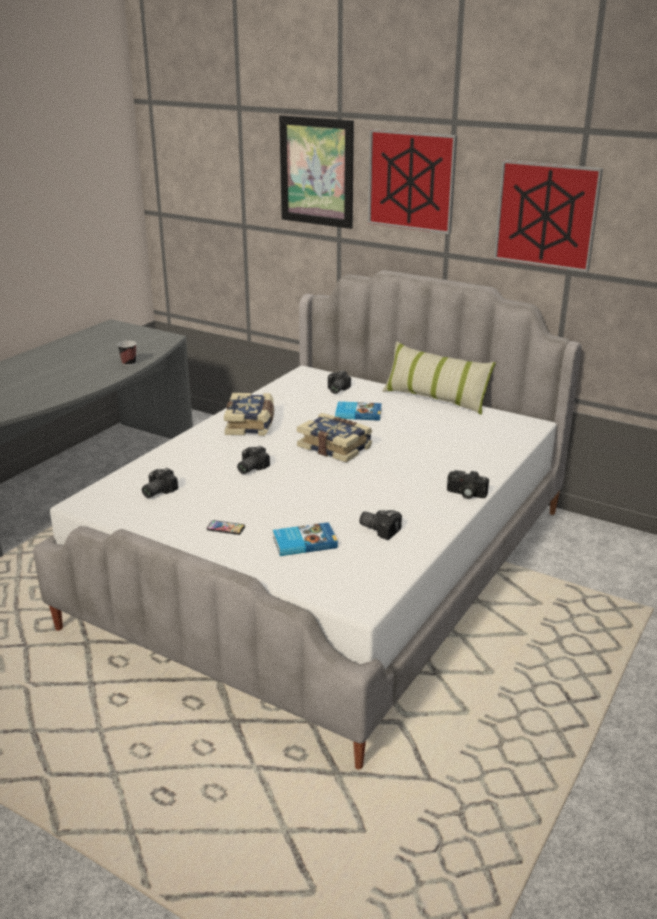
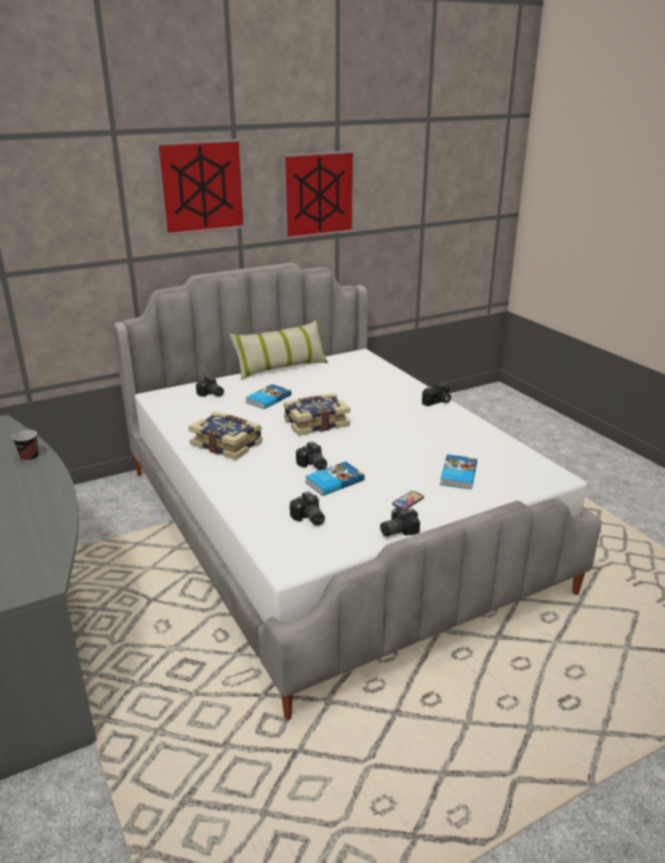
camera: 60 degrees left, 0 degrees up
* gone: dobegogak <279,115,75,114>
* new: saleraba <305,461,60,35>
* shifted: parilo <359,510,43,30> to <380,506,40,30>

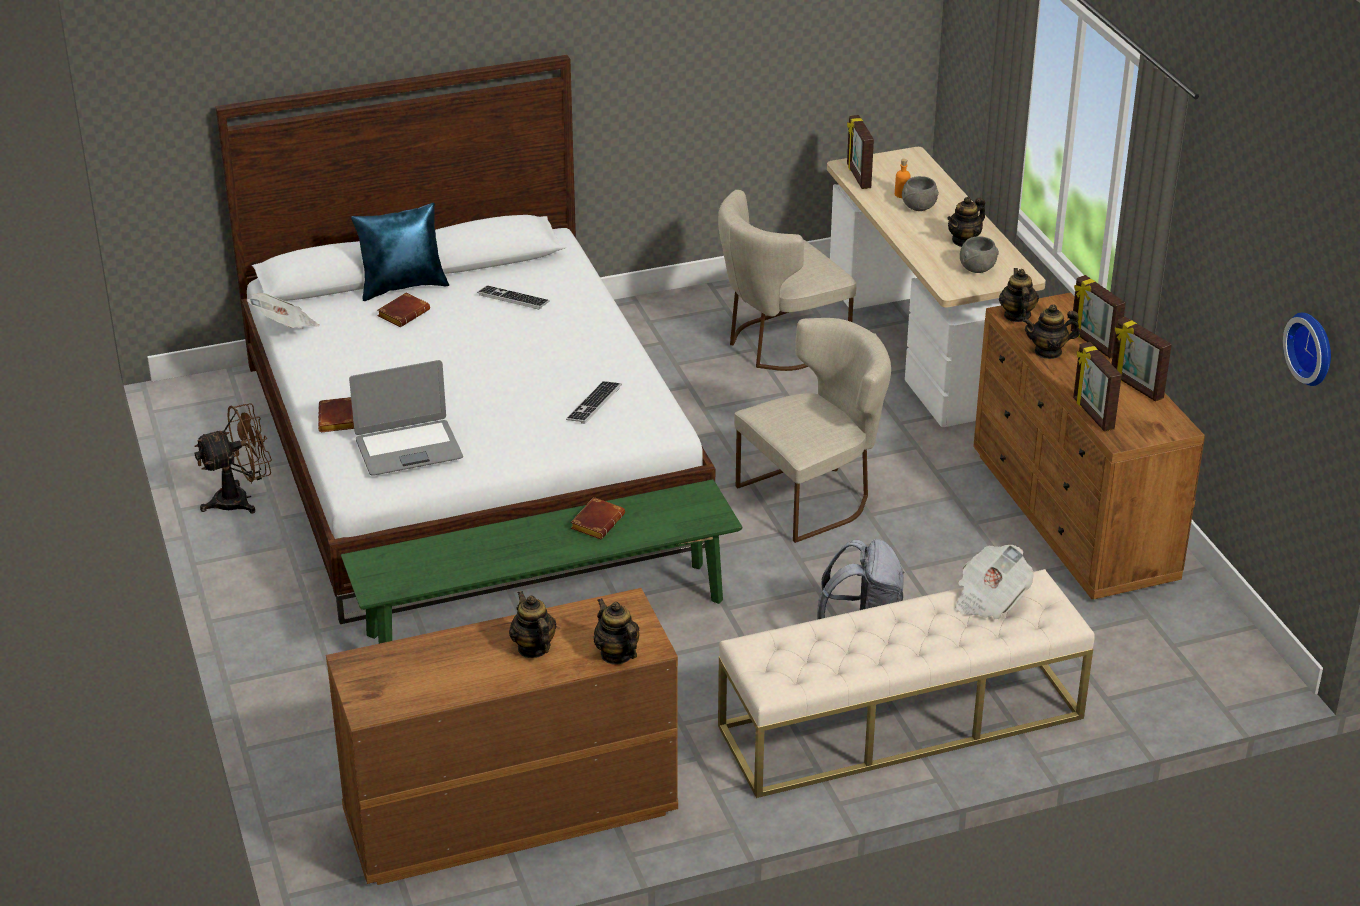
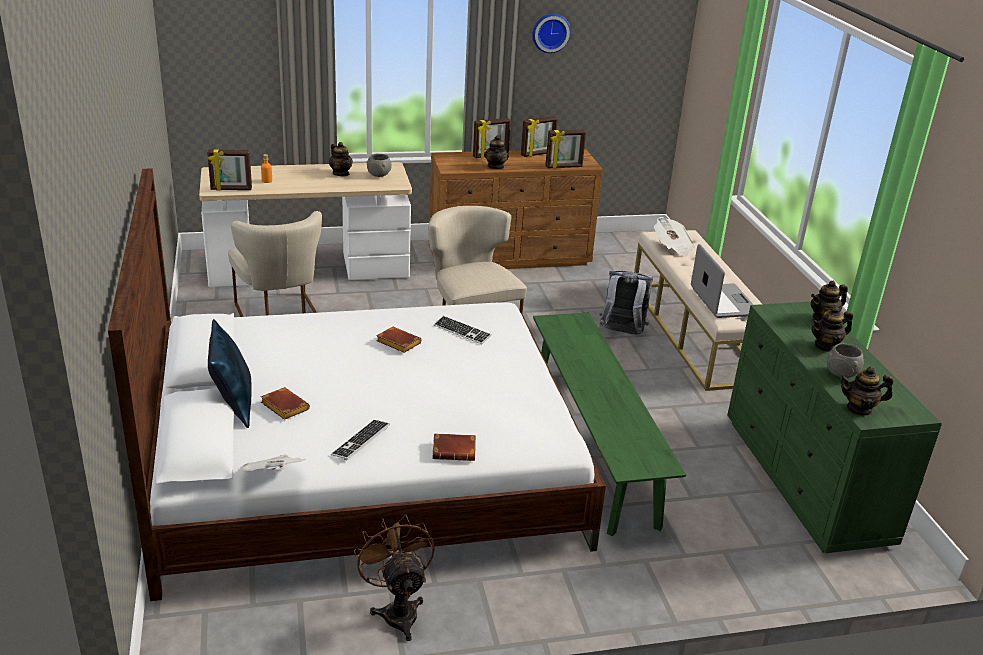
camera: 85 degrees left, 5 degrees down
* shifted: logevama <349,360,114,116> to <691,244,63,74>
* shifted: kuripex <477,285,73,25> to <331,420,59,41>
* shifted: saleraba (brown) <570,497,55,42> to <376,327,45,26>
* shifted: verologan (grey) <902,176,37,35> to <827,343,37,35>
* shifted: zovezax <999,268,40,54> to <840,367,54,49>
* shifted: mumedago <1283,313,48,73> to <532,14,39,39>
* repainted: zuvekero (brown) <326,588,352,297> to zuvekero (green) <727,301,215,252>

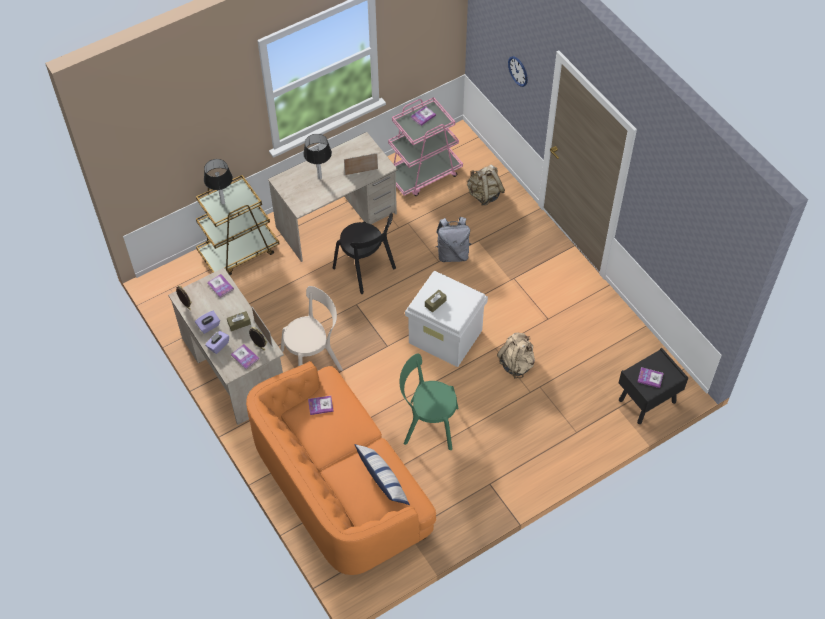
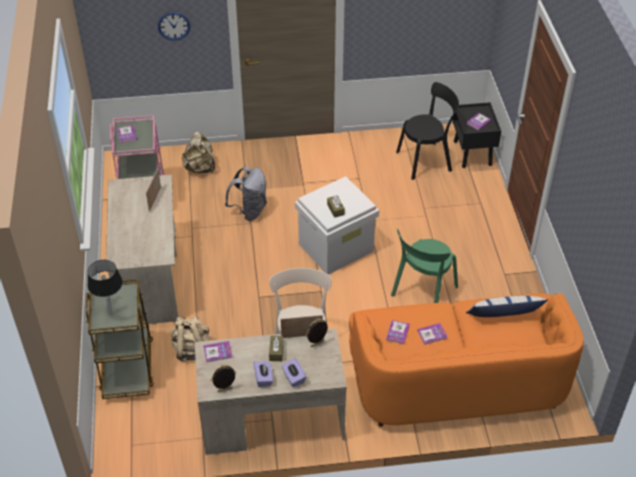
camera: 65 degrees left, 10 degrees down
* gone: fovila <303,134,29,45>
* shifted: saleraba <231,344,28,25> to <417,323,31,22>
* shifted: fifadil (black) <333,213,63,81> to <396,82,63,98>
* shifted: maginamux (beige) <497,333,38,46> to <171,317,38,44>

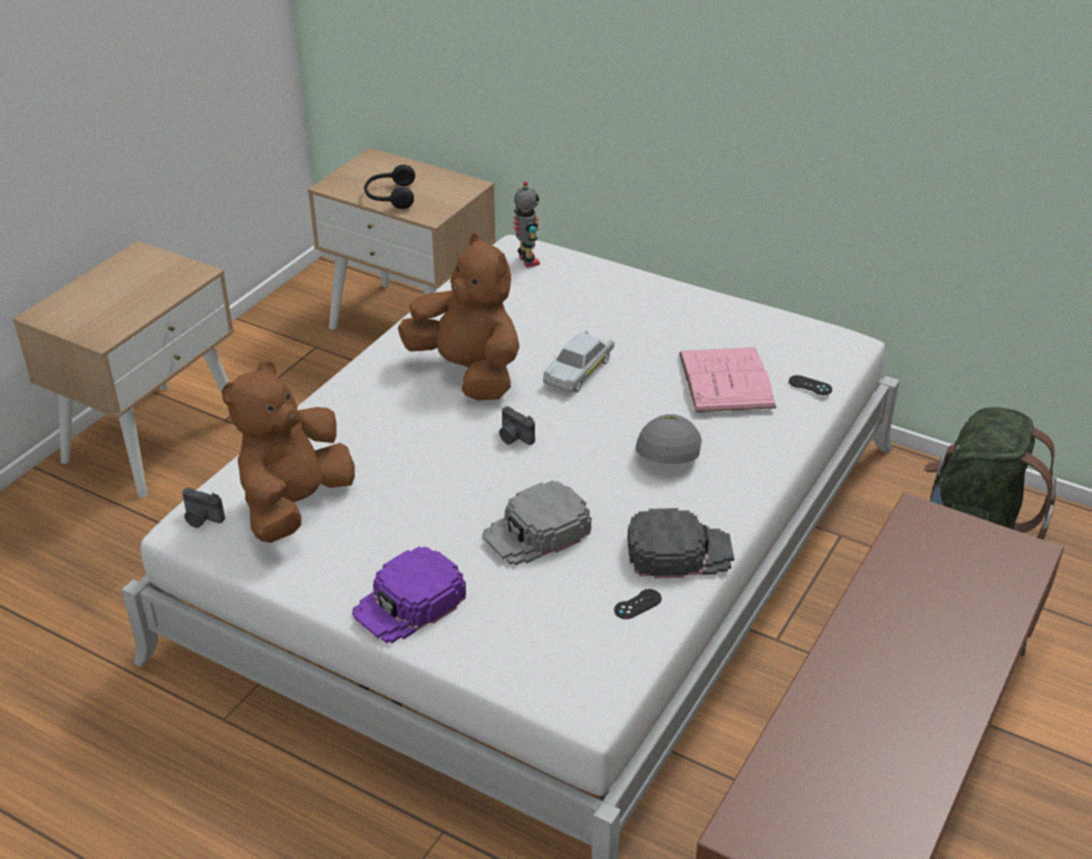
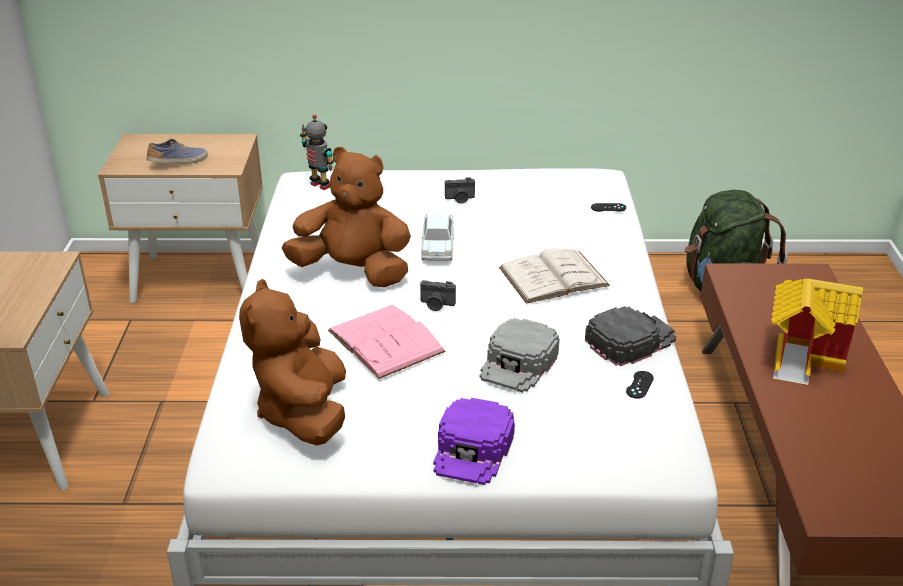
camera: 30 degrees left, 5 degrees down
* new: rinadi <771,278,92,107>
* shifted: parilo <182,488,43,40> to <445,178,30,26>
* shifted: saleraba (pink) <679,347,97,65> to <328,305,117,74>
* swapped: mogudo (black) <364,165,51,44> to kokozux <147,139,61,25>
* swapped: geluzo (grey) <636,414,66,50> to saleraba (white) <499,249,111,55>

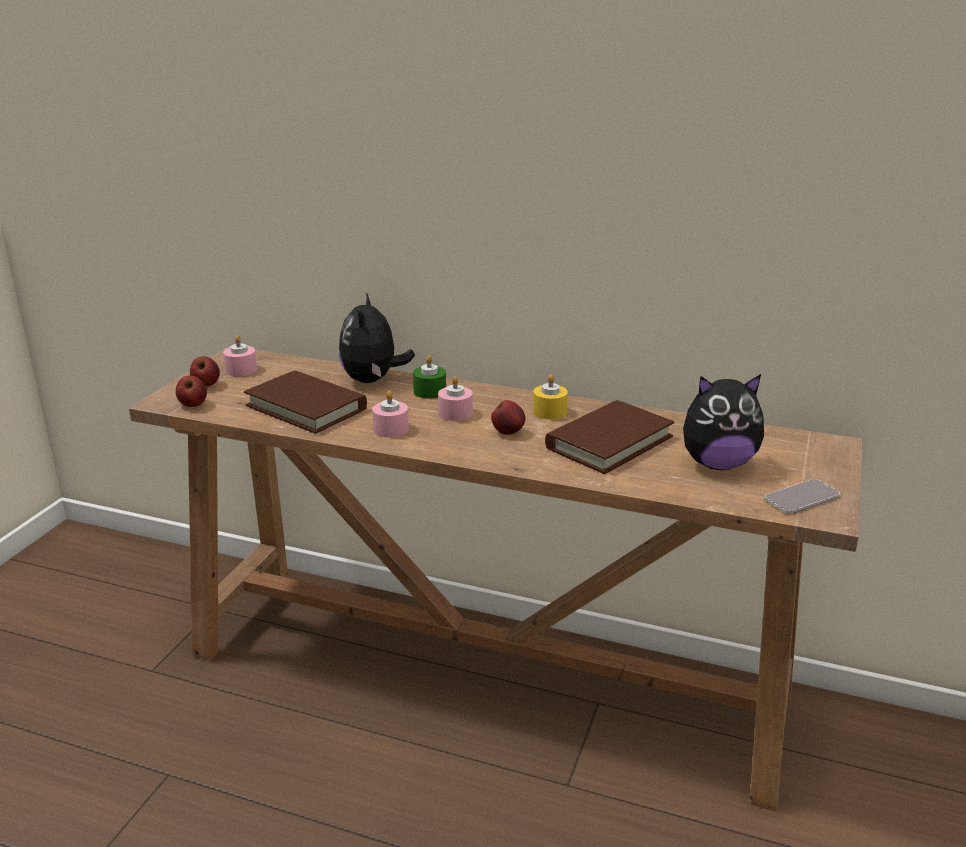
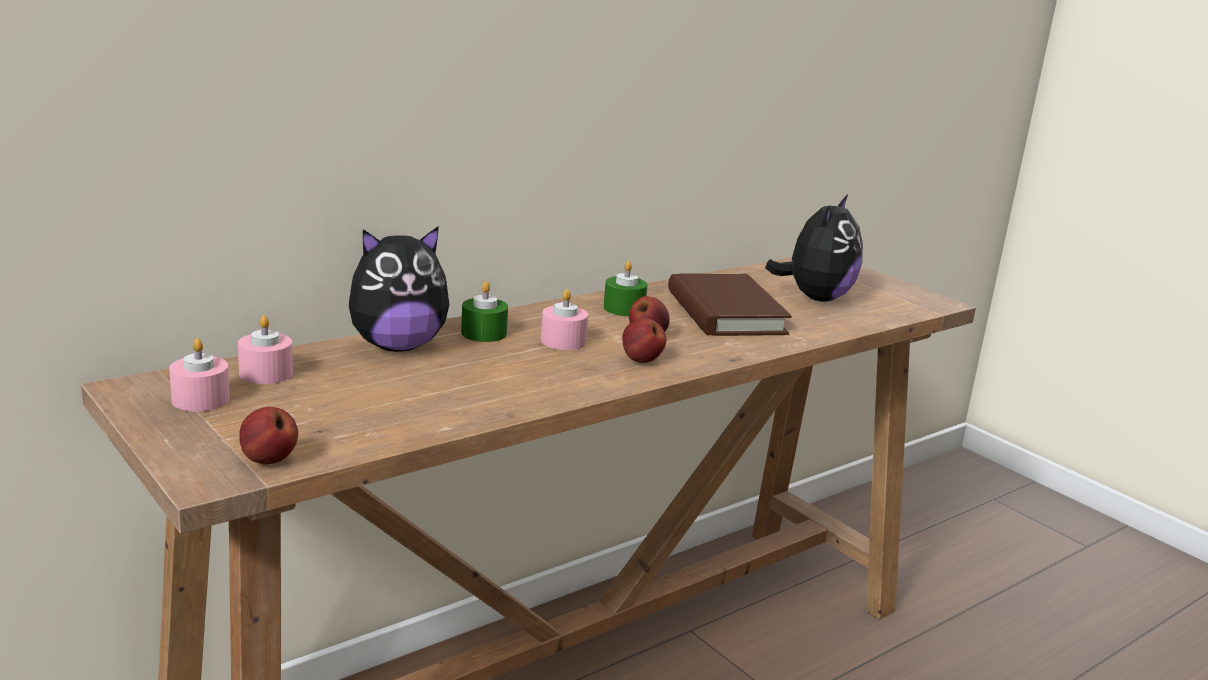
camera: 60 degrees left, 5 degrees down
* gone: saleraba (brown) <244,370,123,64>
* gone: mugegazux <764,479,76,35>
* shifted: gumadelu <190,356,30,31> to <622,318,45,45>
* shifted: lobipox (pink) <372,391,37,46> to <238,315,55,69>
* repainted: lobipox (yellow) <533,374,35,45> to lobipox (green) <604,261,44,55>
* rotated: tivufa <339,293,76,90> = <349,226,100,126> 60 degrees counterclockwise

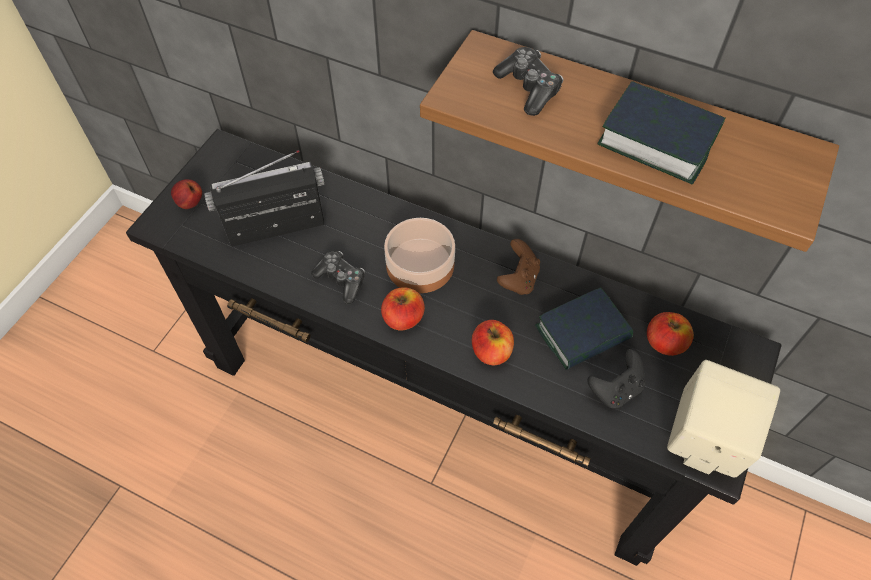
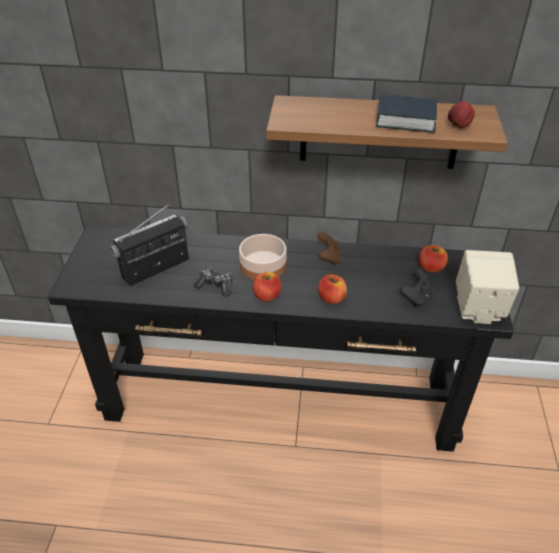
camera: 20 degrees left, 15 degrees down
* gone: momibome <493,47,71,69>
* gone: saleraba <535,287,98,83>
* shifted: gumadelu <171,179,31,30> to <448,101,27,27>

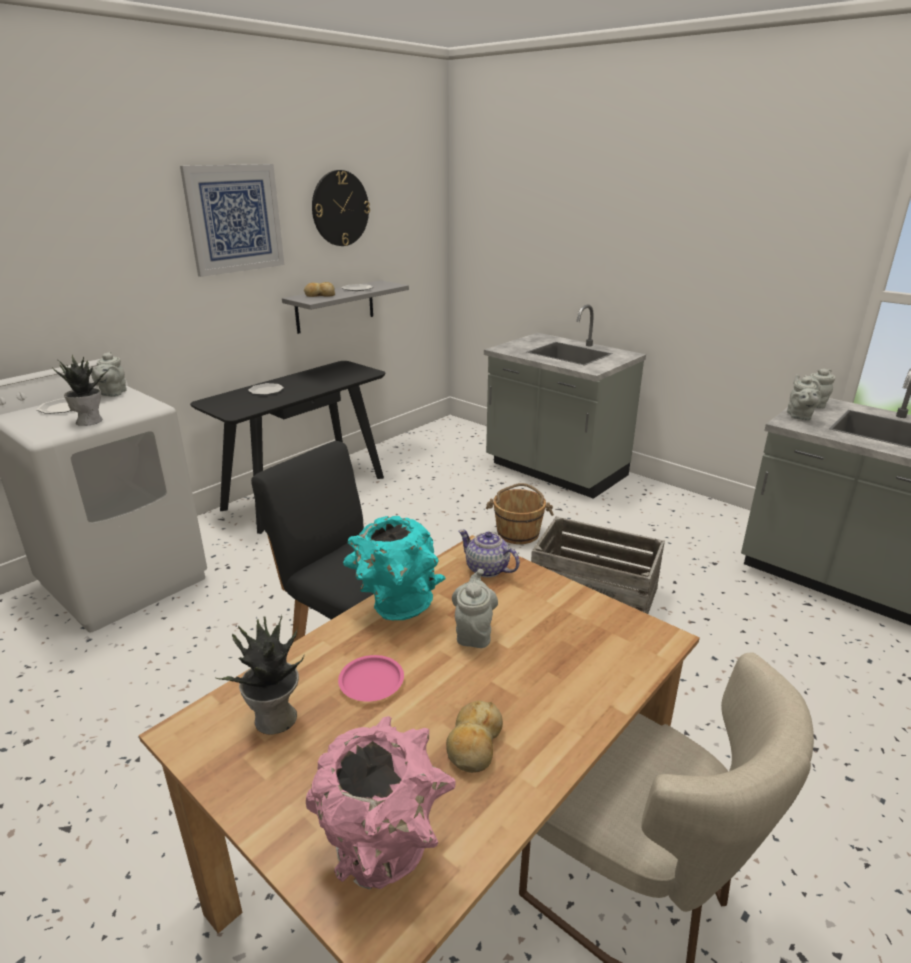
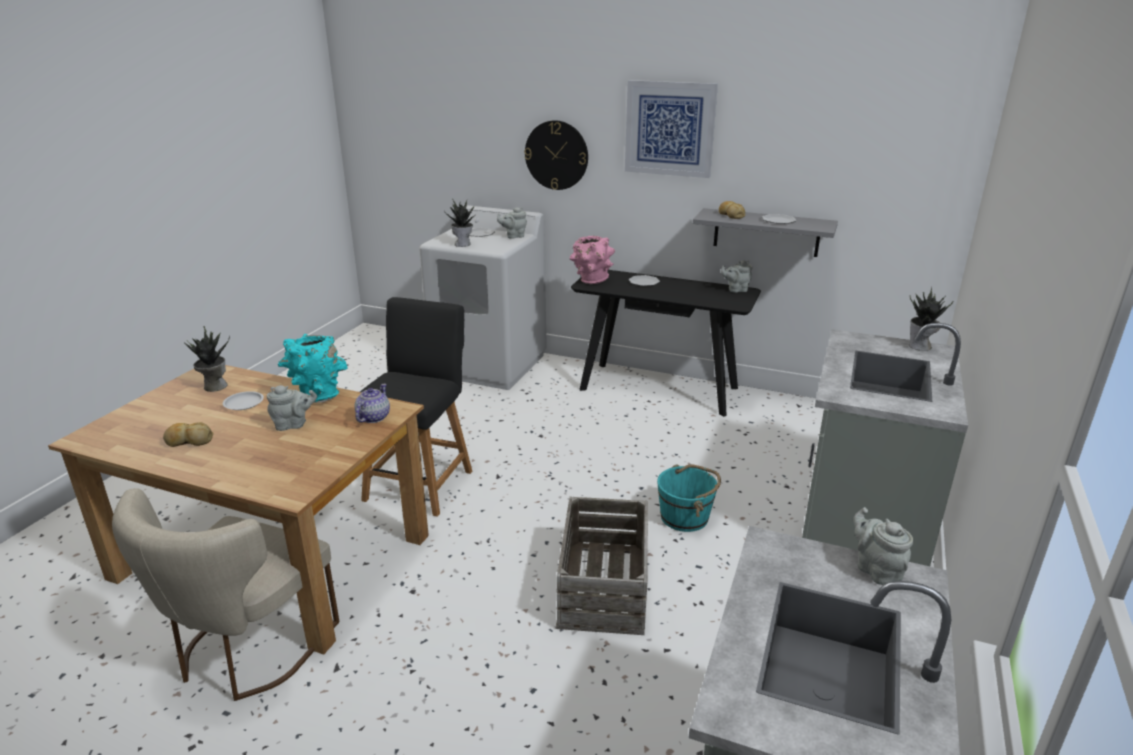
camera: 70 degrees right, 0 degrees up
* new: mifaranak <909,287,45,64>
* shifted: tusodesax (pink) <306,716,150,174> to <570,236,45,48>
* shifted: mumedago <312,170,58,76> to <524,120,64,70>
* shifted: zovezax (grey) <787,375,34,46> to <721,260,32,33>
* repainted: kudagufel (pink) <338,655,66,47> to kudagufel (white) <223,391,41,19>
* repainted: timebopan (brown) <486,483,68,61> to timebopan (turquoise) <657,464,64,68>

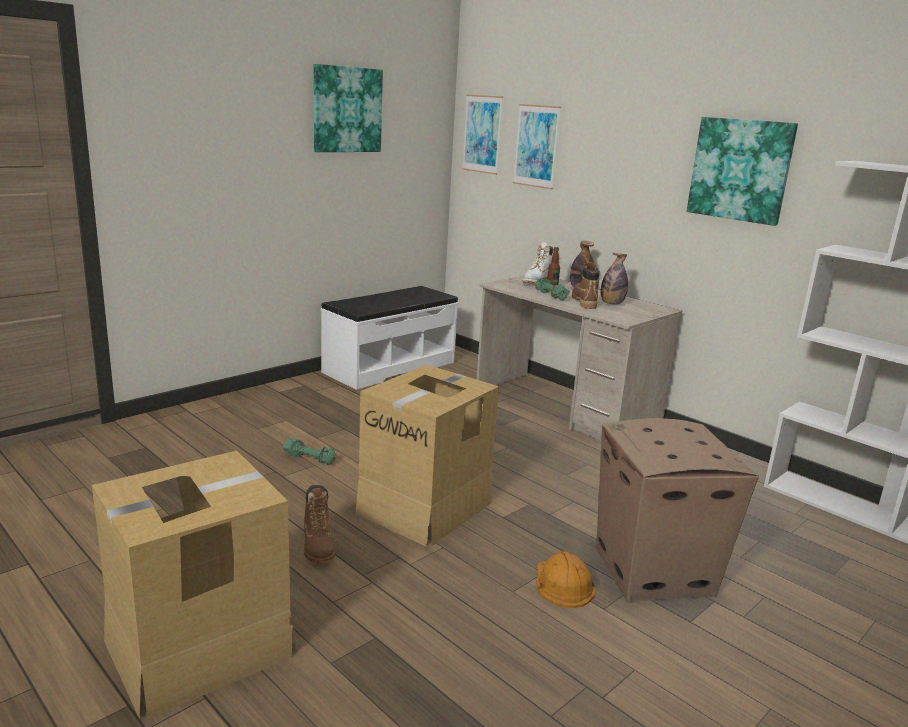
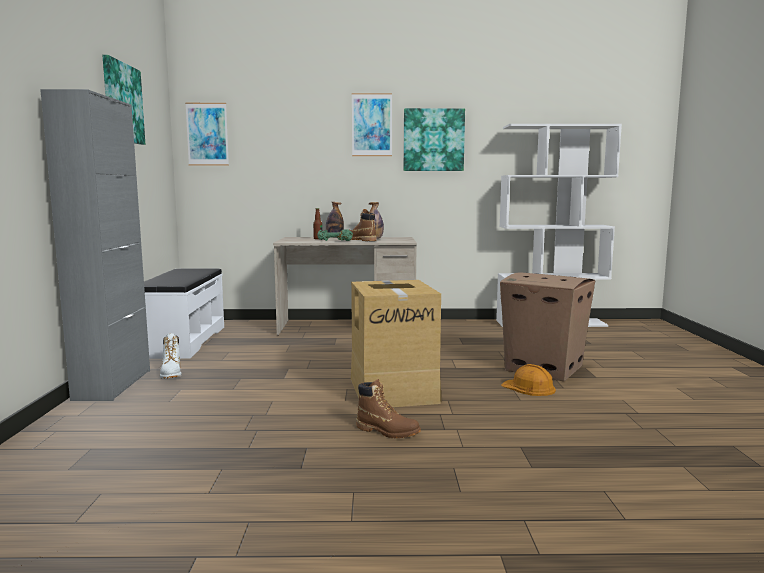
camera: 45 degrees left, 10 degrees down
* gone: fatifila <92,451,204,268>
* gone: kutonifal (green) <283,438,53,27>
* new: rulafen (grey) <40,89,110,312>
* shifted: dobegogak <513,104,48,85> to <352,93,40,63>
* shifted: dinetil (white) <522,242,31,42> to <160,333,22,46>

